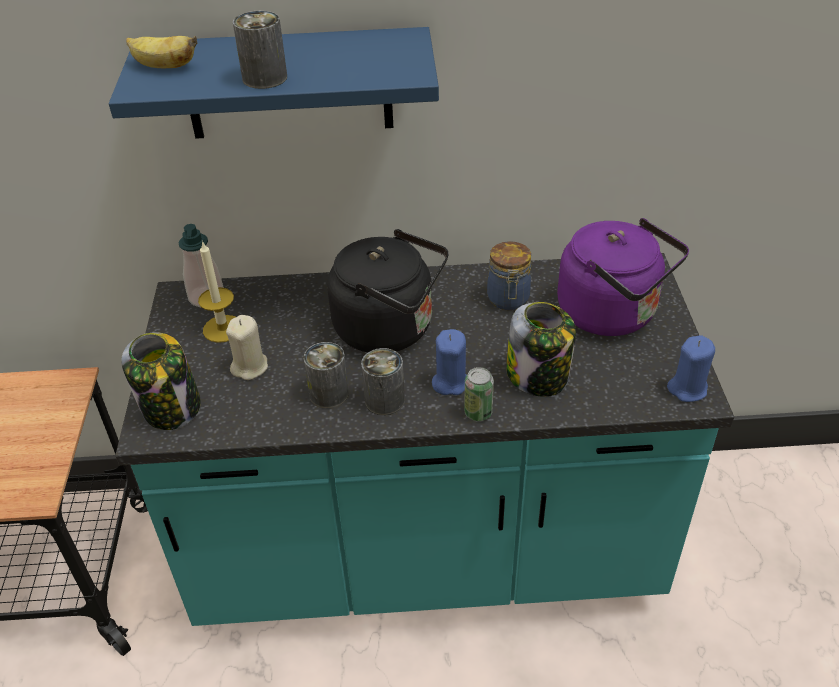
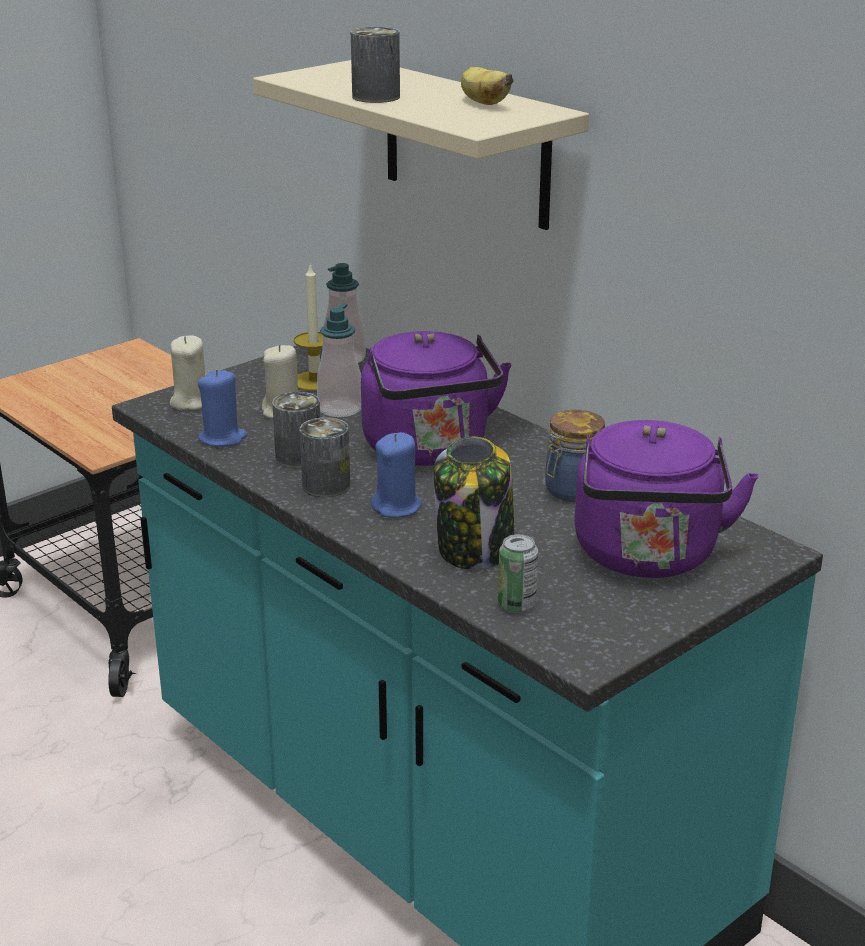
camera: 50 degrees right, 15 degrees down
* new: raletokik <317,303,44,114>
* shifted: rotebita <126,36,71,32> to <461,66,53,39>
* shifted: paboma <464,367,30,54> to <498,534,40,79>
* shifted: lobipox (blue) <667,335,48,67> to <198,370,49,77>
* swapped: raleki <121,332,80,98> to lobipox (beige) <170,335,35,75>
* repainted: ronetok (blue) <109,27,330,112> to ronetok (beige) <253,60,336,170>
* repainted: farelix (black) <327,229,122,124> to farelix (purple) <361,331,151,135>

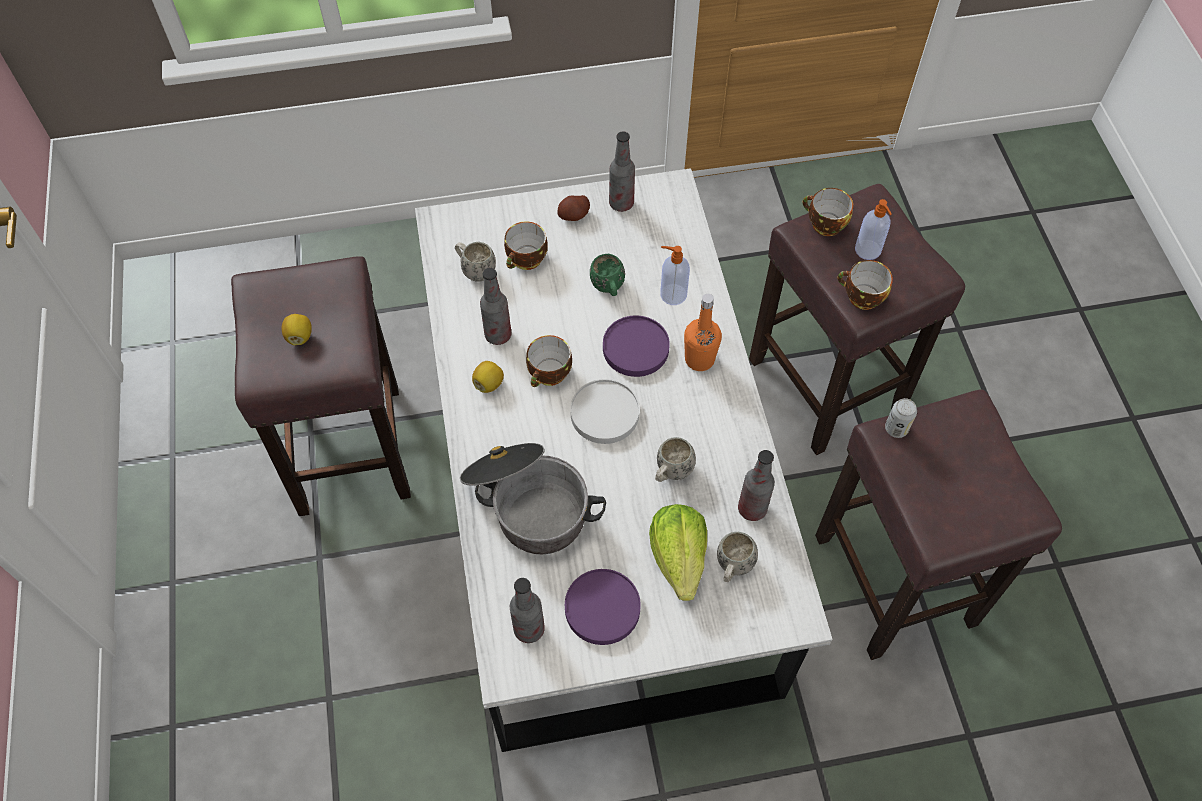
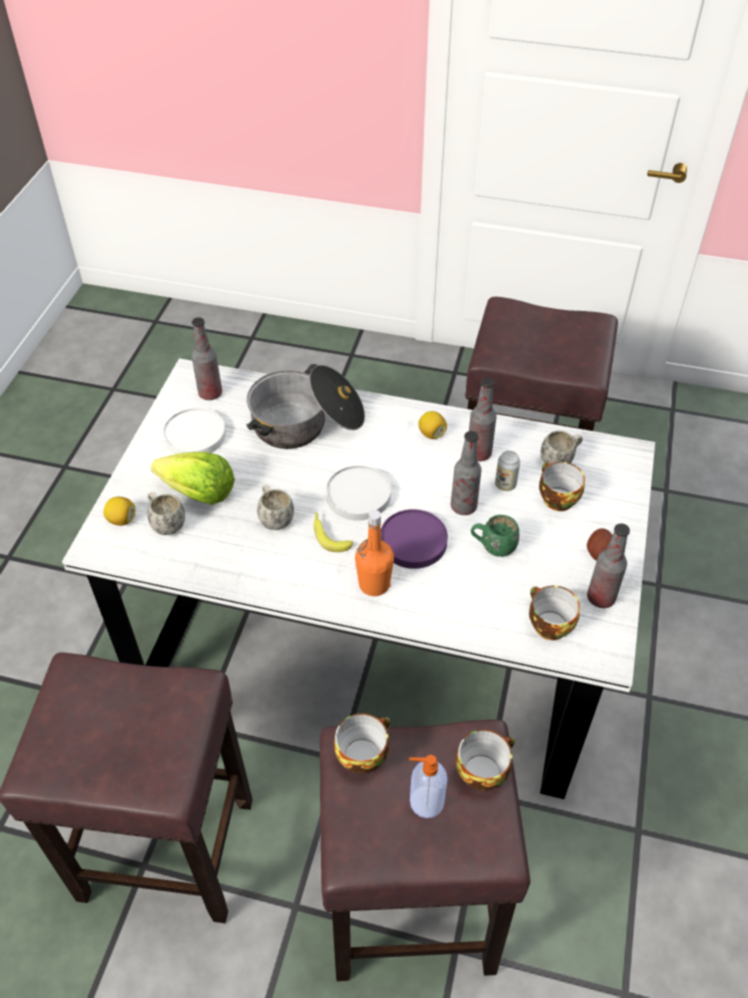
camera: 115 degrees right, 10 degrees down
* gone: raletokik <660,246,30,59>
* new: rotebita <314,512,39,40>
* shifted: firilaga <282,314,30,31> to <103,497,33,29>
* shifted: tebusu <526,335,46,52> to <529,586,51,54>
* shifted: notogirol <738,450,37,71> to <451,431,30,84>
* shifted: paboma <885,398,32,40> to <495,451,25,40>
* repainted: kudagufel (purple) <565,569,76,76> to kudagufel (white) <163,408,63,46>

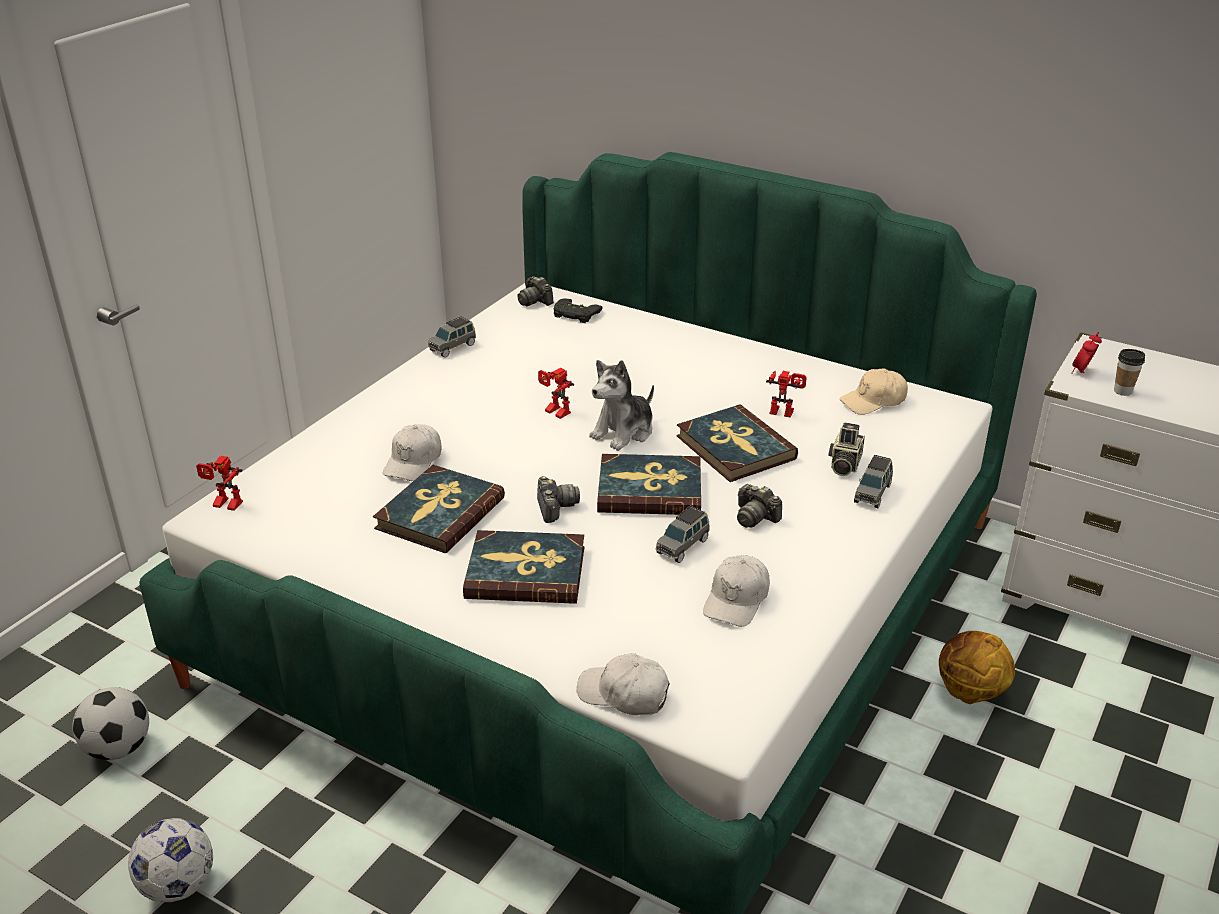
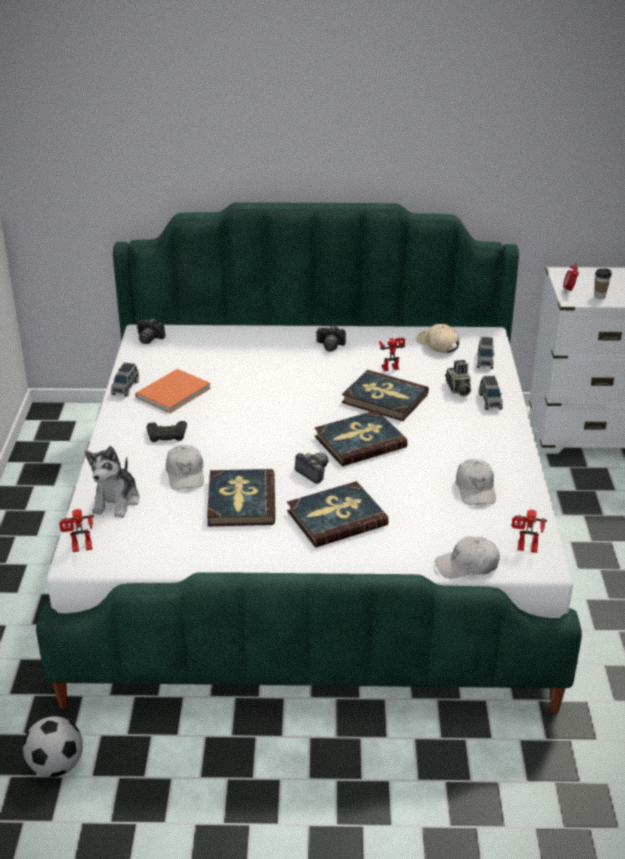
camera: 30 degrees left, 0 degrees up
* gone: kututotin <128,818,85,84>
* gone: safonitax <939,631,76,73>
* new: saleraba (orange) <135,369,76,44>
* shifted: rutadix <538,368,36,51> to <512,509,35,44>
* shifted: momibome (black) <553,299,50,24> to <147,421,40,21>
* shifted: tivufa <589,360,65,91> to <85,446,55,72>
* shifted: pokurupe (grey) <656,506,54,57> to <477,337,18,32>
* shifted: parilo <737,484,45,44> to <316,325,30,26>
* rotated: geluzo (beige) <840,369,68,46> = <416,324,44,29> 105 degrees clockwise

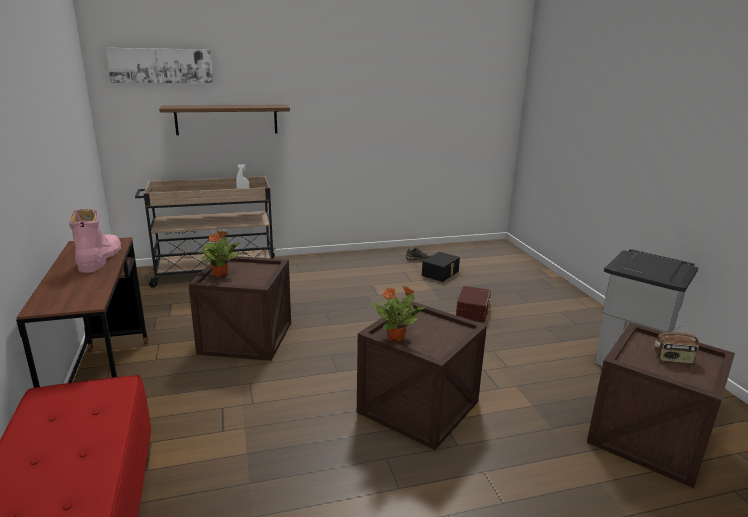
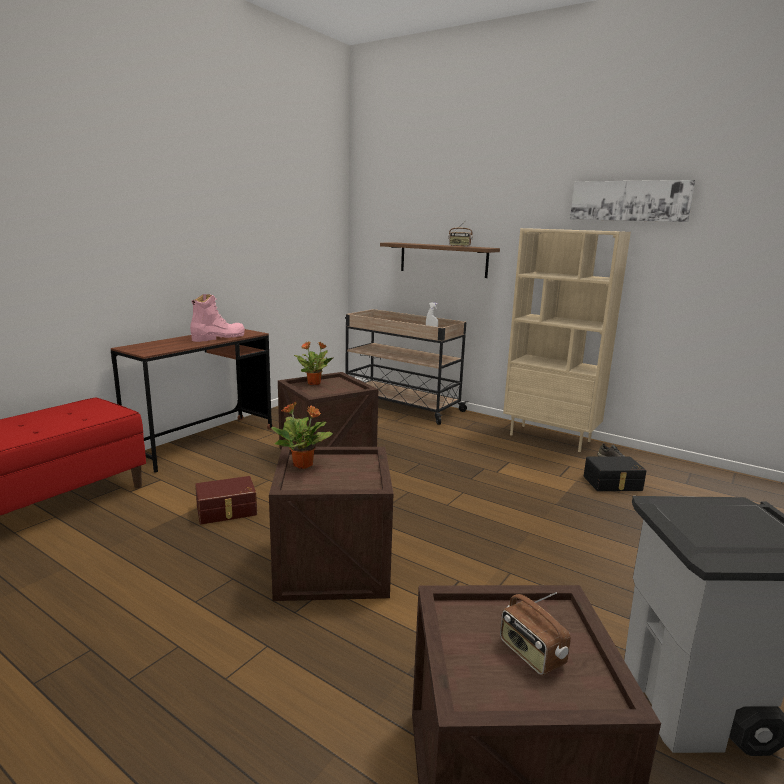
camera: 50 degrees right, 5 degrees down
* new: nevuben <448,220,25,27>
* new: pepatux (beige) <503,228,128,224>
* shifted: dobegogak <106,48,107,35> to <570,180,126,42>
* shifted: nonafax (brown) <456,286,35,37> to <195,476,62,48>

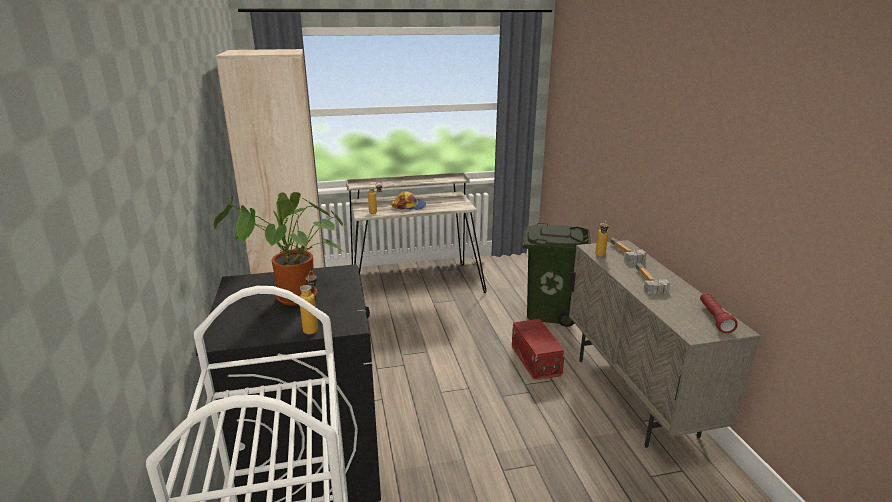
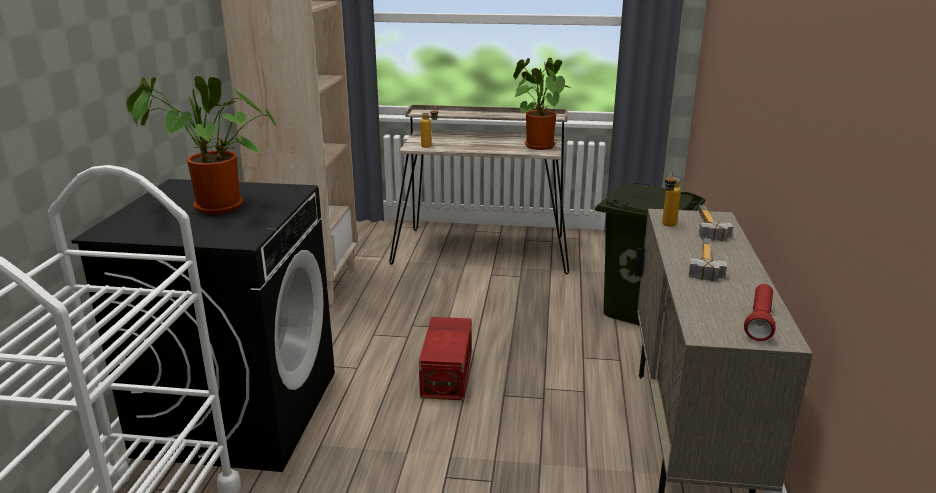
camera: 20 degrees right, 0 degrees up
* gone: notogirol <299,271,19,63>
* gone: geluzo <391,191,35,19>
* new: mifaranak <513,58,61,92>
* shifted: nonafax (red) <512,319,53,62> to <419,317,53,84>

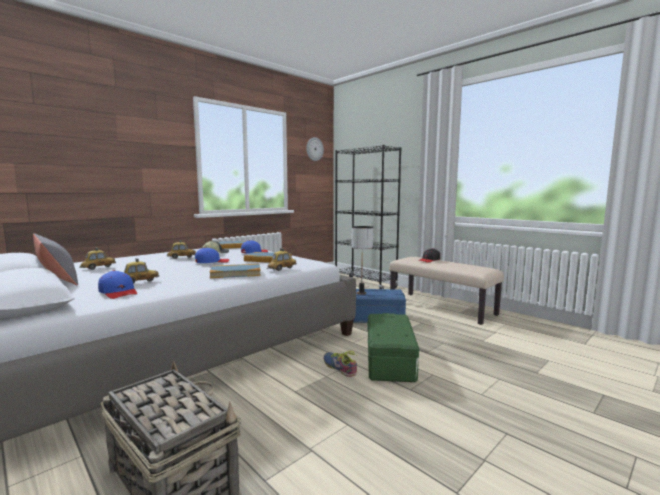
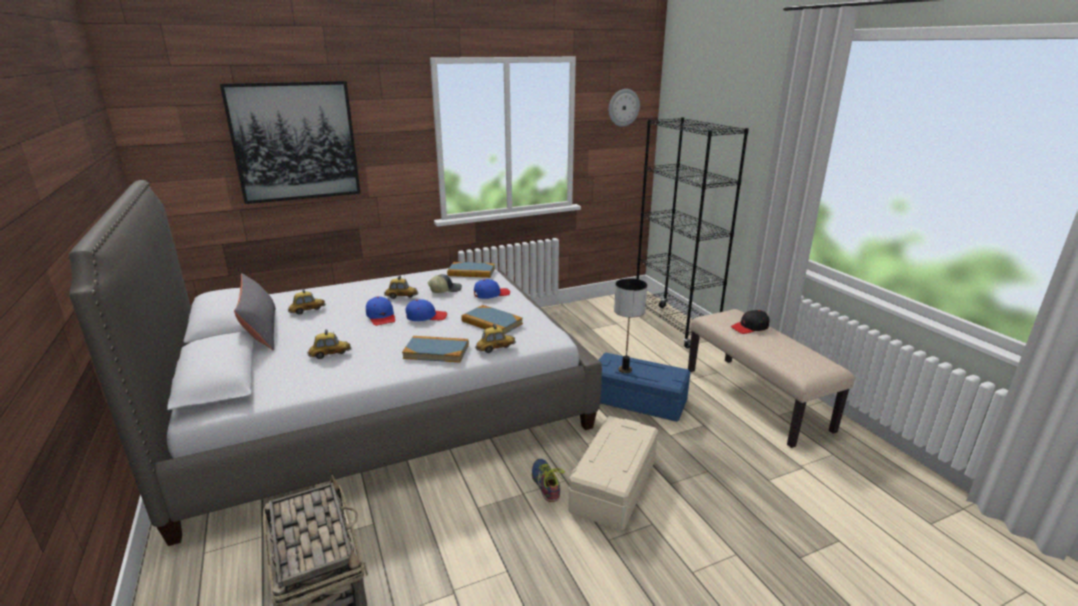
camera: 20 degrees right, 15 degrees up
* new: dobegogak <220,81,141,123>
* shifted: geluzo (blue) <98,270,39,29> to <366,296,29,30>
* repainted: nonafax (green) <368,313,51,69> to nonafax (beige) <568,416,90,115>

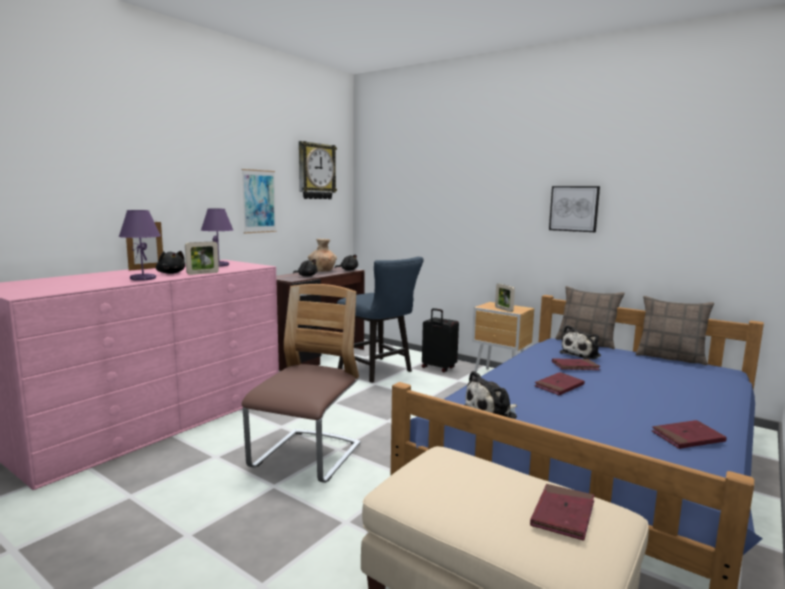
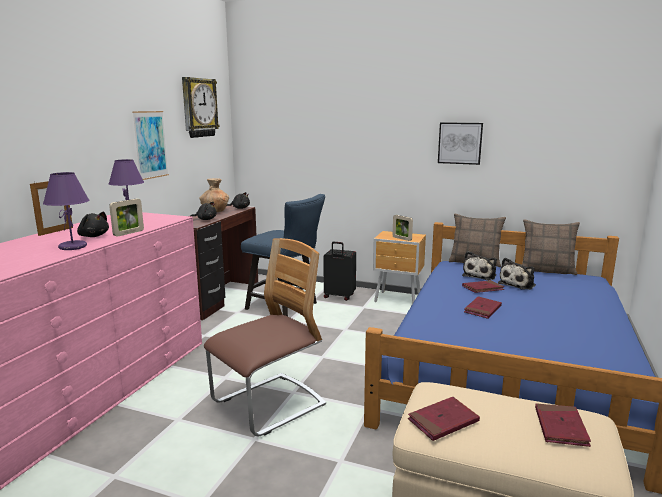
camera: 15 degrees left, 5 degrees up
* shifted: tivufa <465,371,52,48> to <498,258,38,32>
* shifted: saleraba (red) <652,420,75,29> to <408,397,72,44>
* rotated: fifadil <242,284,119,199> = <204,238,122,198> 45 degrees clockwise

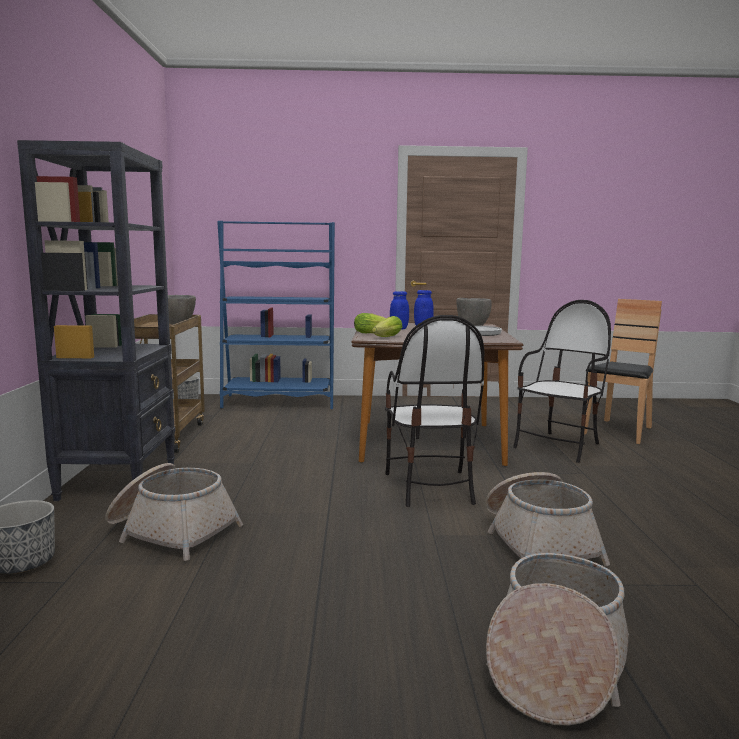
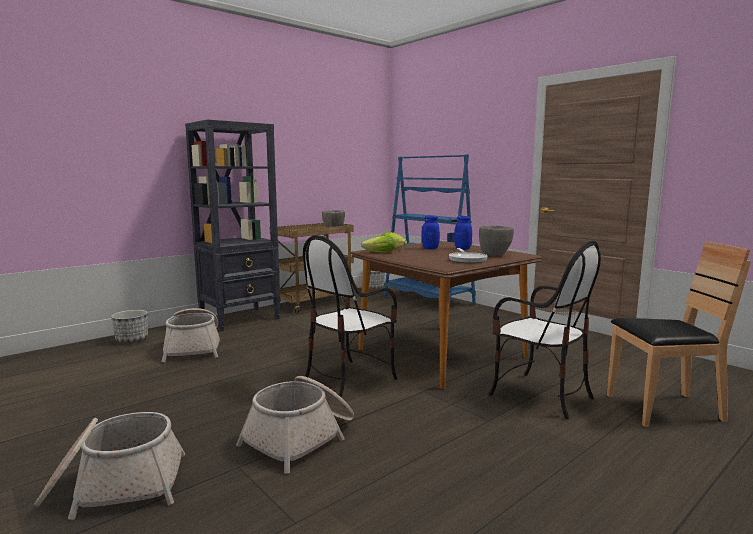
camera: 50 degrees right, 0 degrees up
* rotated: fifadil <513,300,98,163> = <489,240,112,179> 45 degrees clockwise

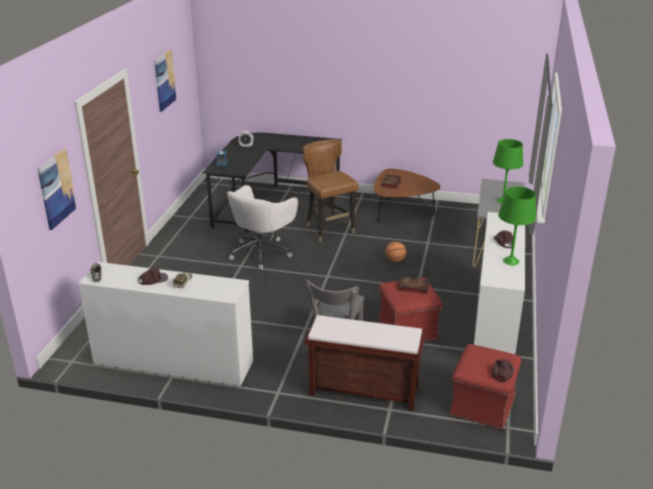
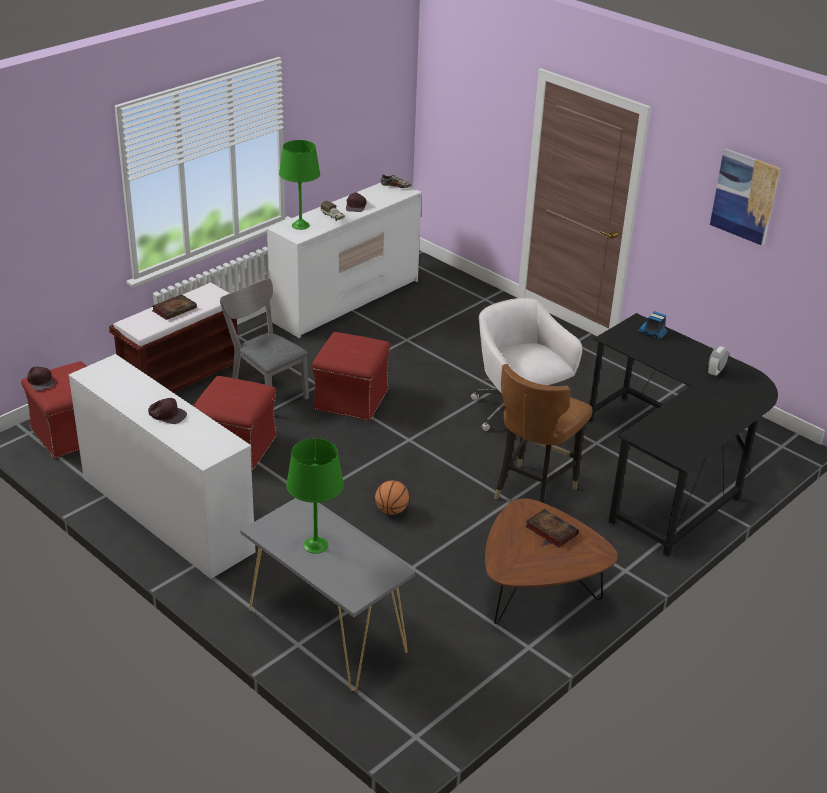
camera: 120 degrees right, 5 degrees up
* gone: dobegogak <37,149,40,81>
* new: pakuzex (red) <312,332,79,89>
* shifted: saleraba <398,277,32,17> to <152,294,45,26>
* shifted: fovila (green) <498,187,38,78> to <279,140,41,90>
* rotated: fifadil (brown) <303,139,56,103> = <494,364,98,139> 120 degrees clockwise

